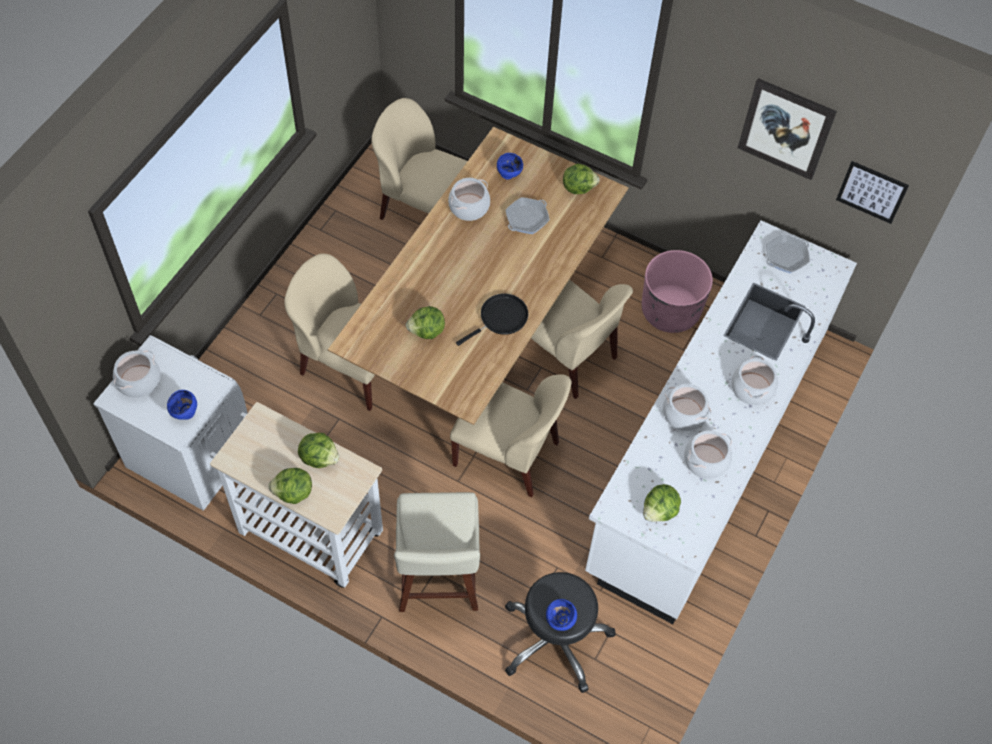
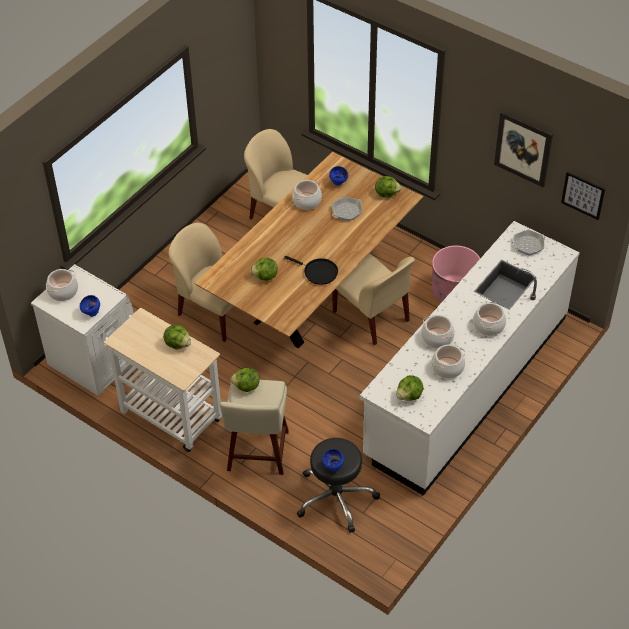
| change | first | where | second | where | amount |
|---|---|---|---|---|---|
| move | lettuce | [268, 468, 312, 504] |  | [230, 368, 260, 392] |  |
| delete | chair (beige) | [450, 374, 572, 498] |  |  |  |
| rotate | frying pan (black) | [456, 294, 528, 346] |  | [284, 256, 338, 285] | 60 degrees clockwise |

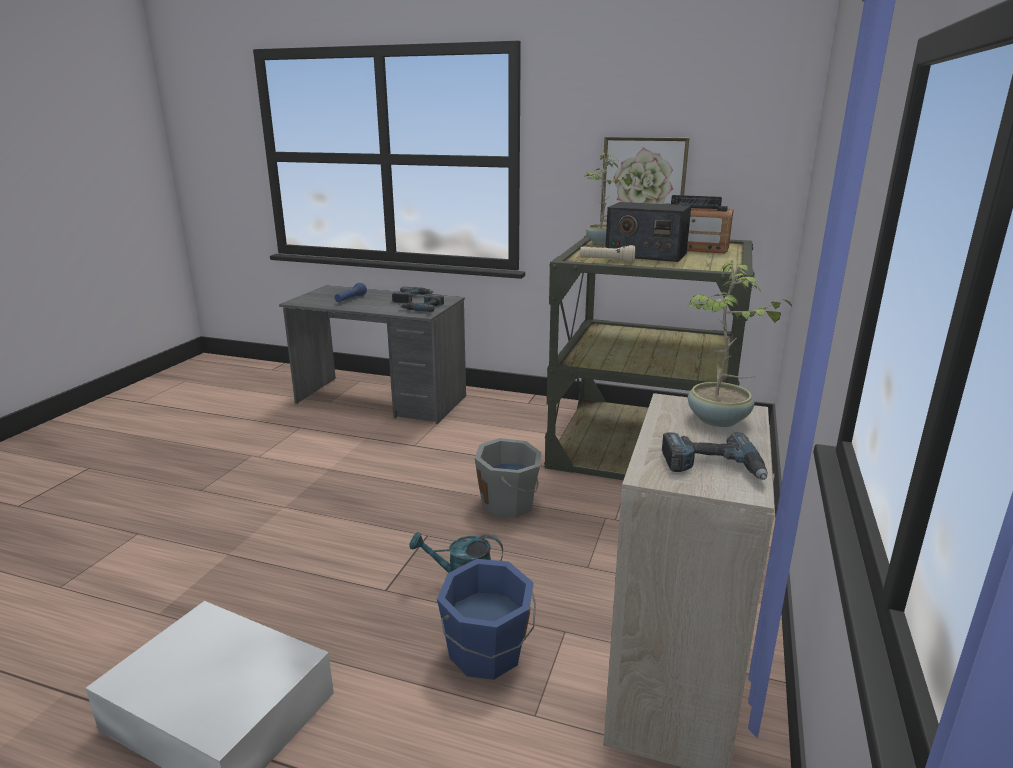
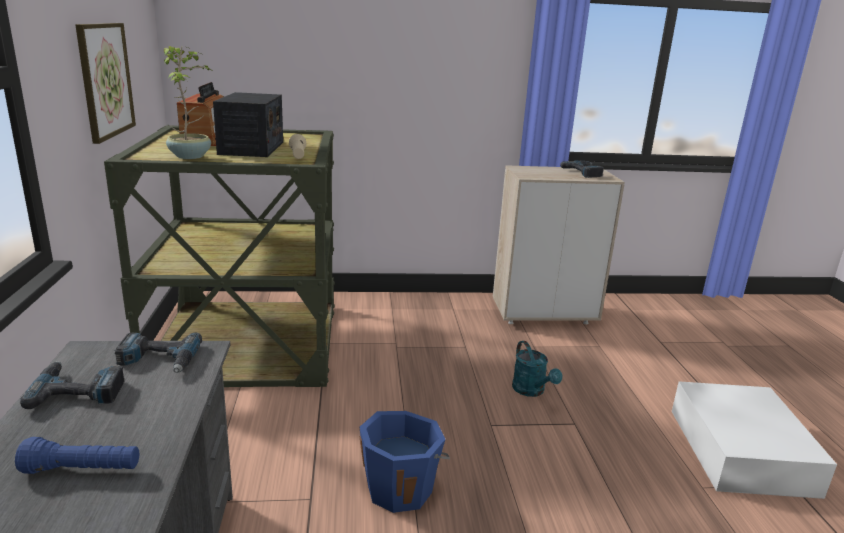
| change | first | where | second | where | amount |
|---|---|---|---|---|---|
| move | bucket (blue) | [437, 559, 536, 680] |  | [359, 411, 450, 513] |  |
| delete | bucket (grey) | [475, 438, 542, 518] |  |  |  |
| delete | potted plant | [688, 261, 792, 427] |  |  |  |

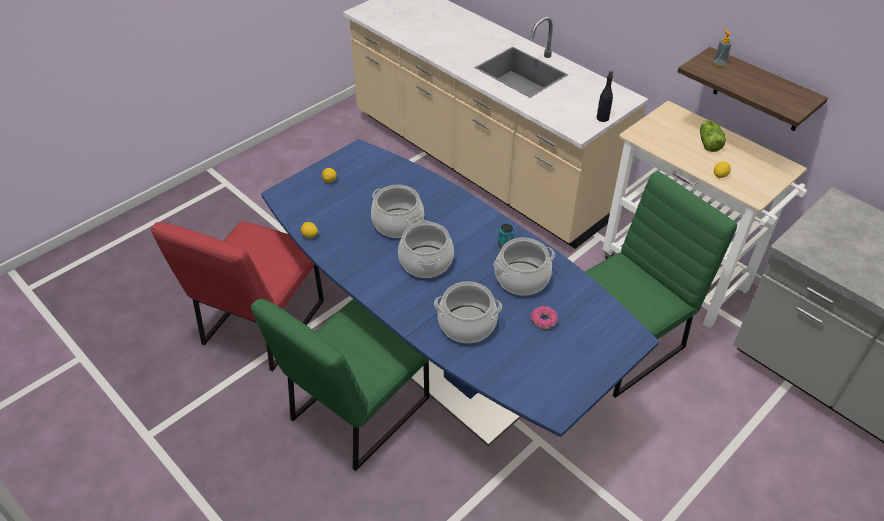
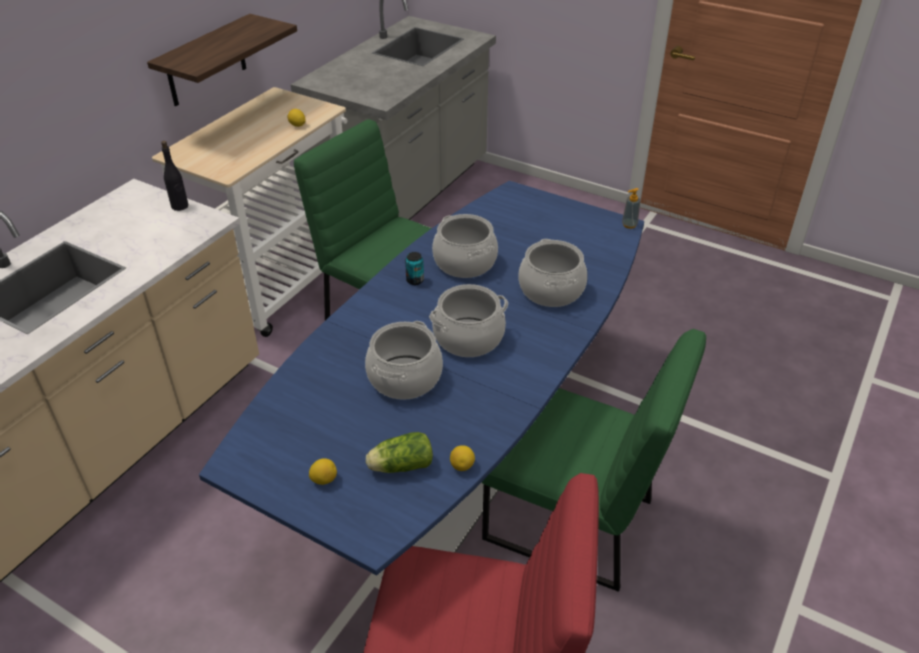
| change | first | where | second | where | amount |
|---|---|---|---|---|---|
| delete | donut | [531, 306, 558, 329] |  |  |  |
| move | lettuce | [700, 120, 726, 152] |  | [366, 432, 433, 473] |  |
| move | soap dispenser | [713, 29, 732, 68] |  | [622, 188, 640, 229] |  |

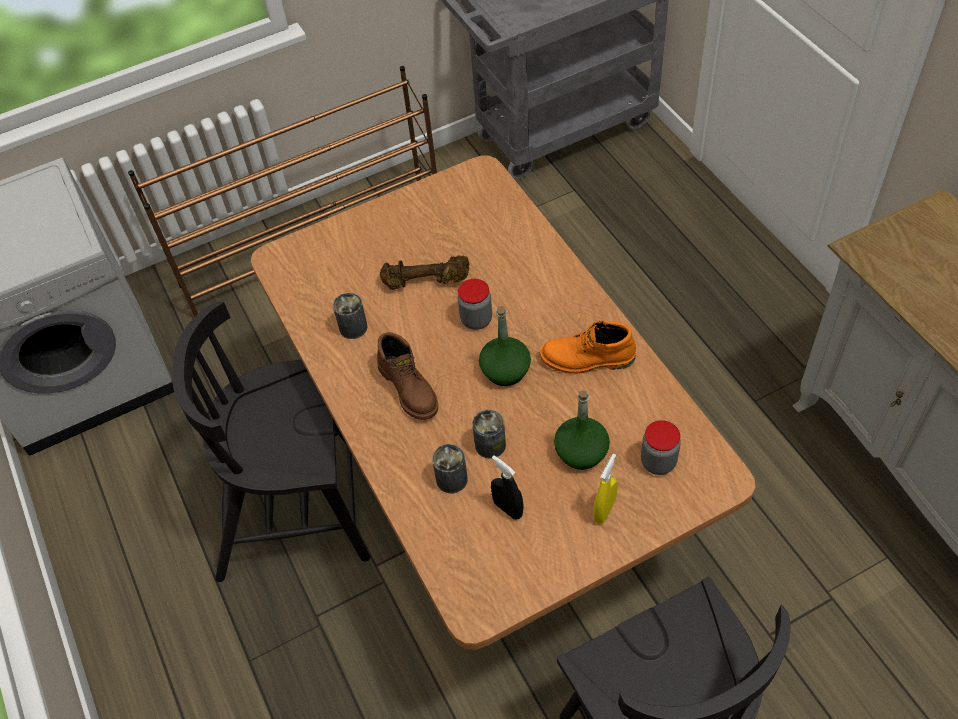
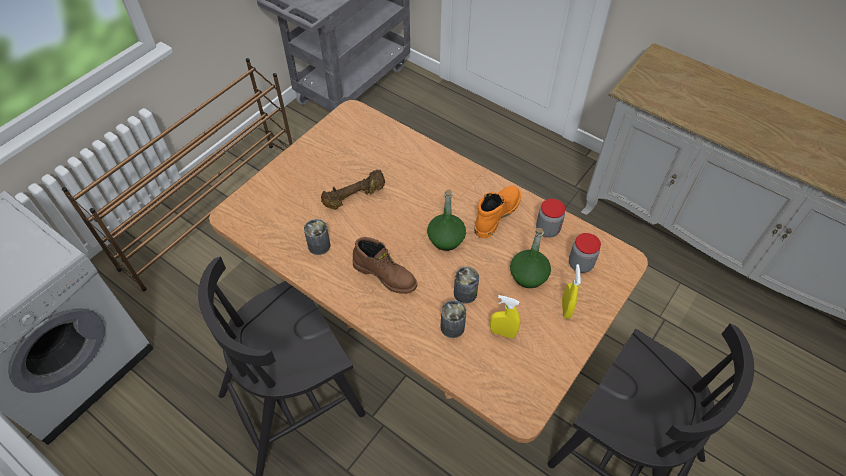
| change | first | where | second | where | amount |
|---|---|---|---|---|---|
| move | jar | [458, 279, 492, 330] |  | [536, 198, 566, 238] |  |
| recolor | spray bottle (black) | [491, 455, 524, 520] | spray bottle (yellow) | [490, 295, 521, 338] |  |
| rotate | boot (orange) | [539, 320, 636, 374] |  | [474, 186, 521, 238] | 150 degrees clockwise |

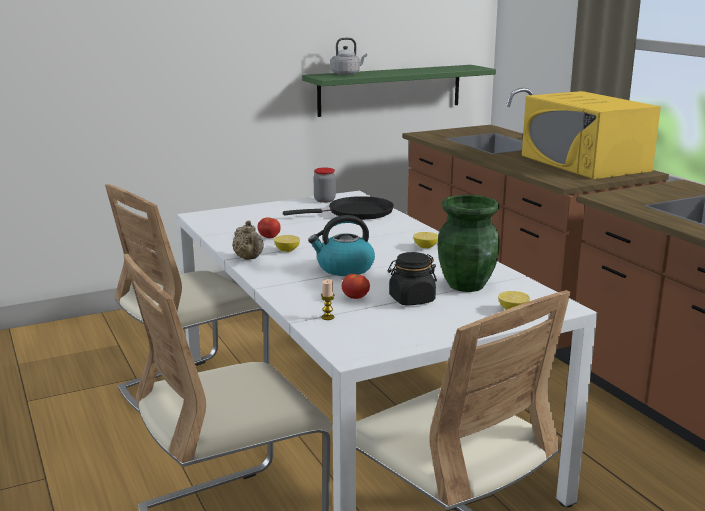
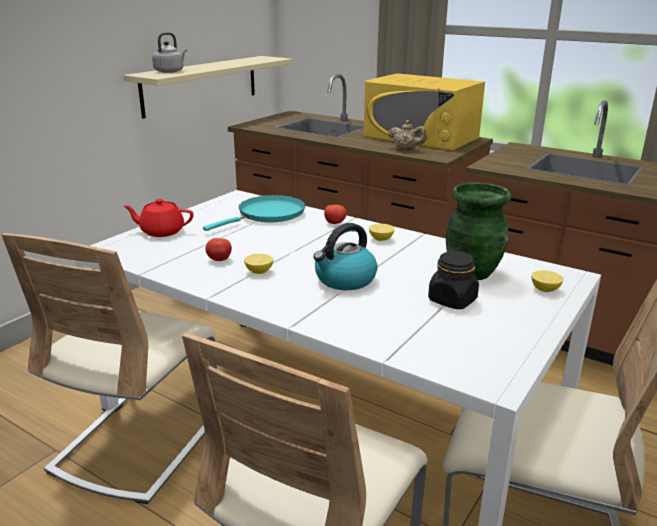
| change | first | where | second | where | amount |
|---|---|---|---|---|---|
| move | teapot (beige) | [232, 220, 264, 260] |  | [388, 120, 427, 150] |  |
| recolor | frying pan (black) | [283, 196, 394, 220] | frying pan (turquoise) | [203, 195, 305, 231] |  |
| recolor | shelf (green) | [302, 65, 496, 117] | shelf (beige) | [123, 56, 292, 119] |  |
| delete | jar | [314, 168, 336, 203] |  |  |  |
| delete | candle | [321, 279, 334, 320] |  |  |  |
| move | tomato | [342, 274, 370, 299] |  | [324, 205, 346, 224] |  |
| insert |  |  | teapot (red) | [123, 199, 194, 237] |  |

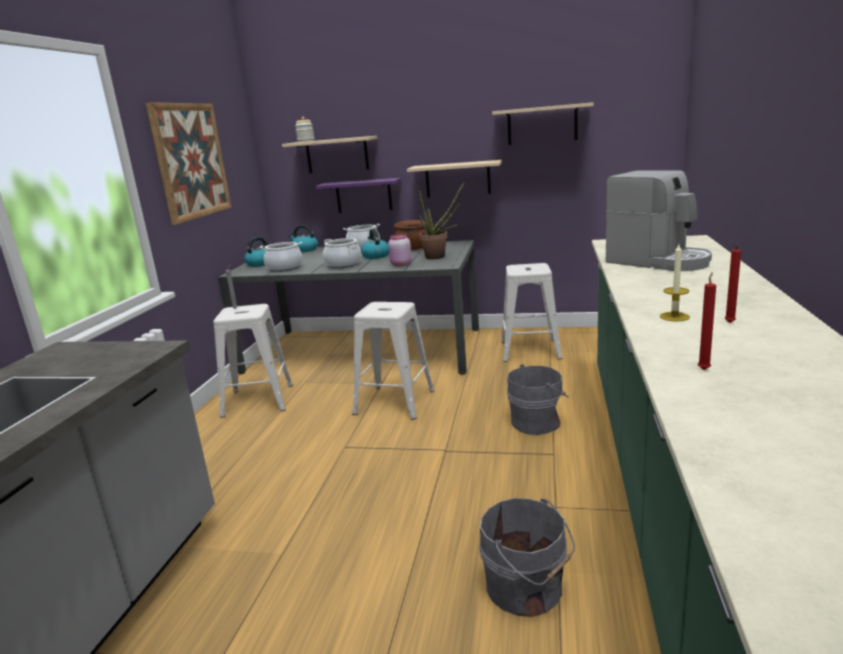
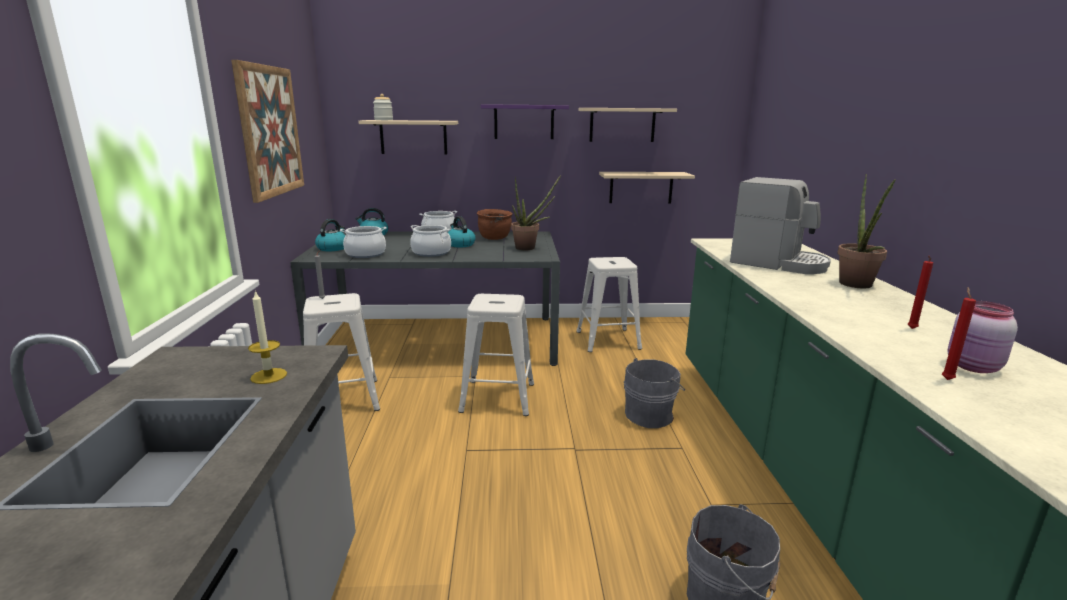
| change | first | where | second | where | amount |
|---|---|---|---|---|---|
| move | shelf (purple) | [316, 178, 401, 213] |  | [481, 104, 569, 139] |  |
| move | jar (pink) | [388, 234, 412, 267] |  | [948, 301, 1018, 373] |  |
| move | shelf (beige) | [407, 160, 502, 198] |  | [599, 172, 695, 203] |  |
| move | candle | [660, 244, 690, 321] |  | [248, 290, 287, 384] |  |
| insert |  |  | potted plant | [837, 174, 896, 288] |  |

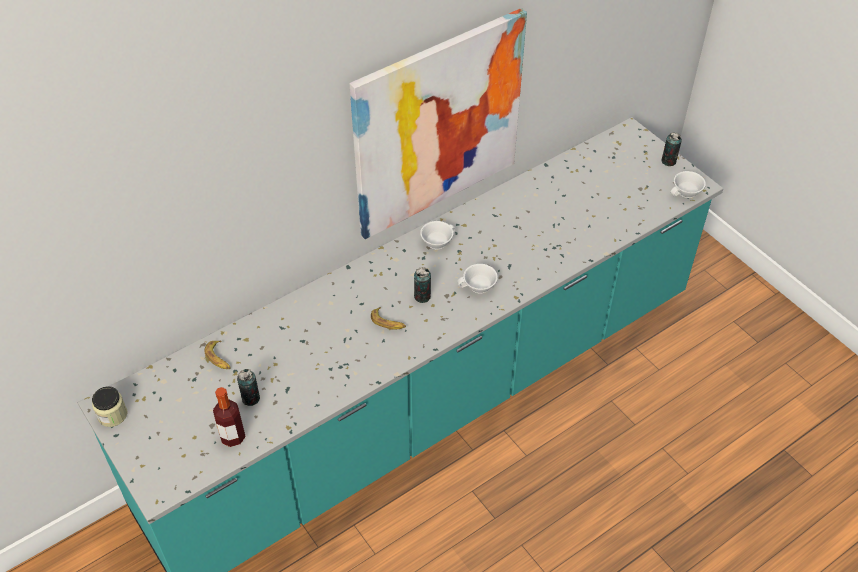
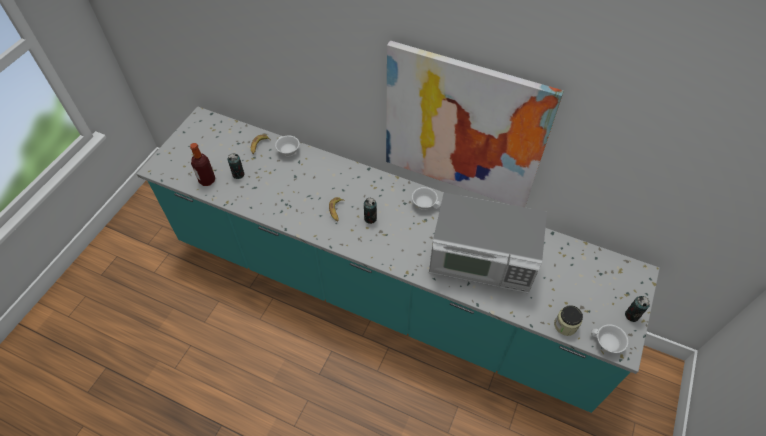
| change | first | where | second | where | amount |
|---|---|---|---|---|---|
| move | jar | [92, 386, 127, 427] |  | [554, 305, 583, 336] |  |
| move | cup (white) | [457, 264, 498, 294] |  | [275, 135, 300, 157] |  |
| insert |  |  | microwave | [429, 193, 547, 294] |  |

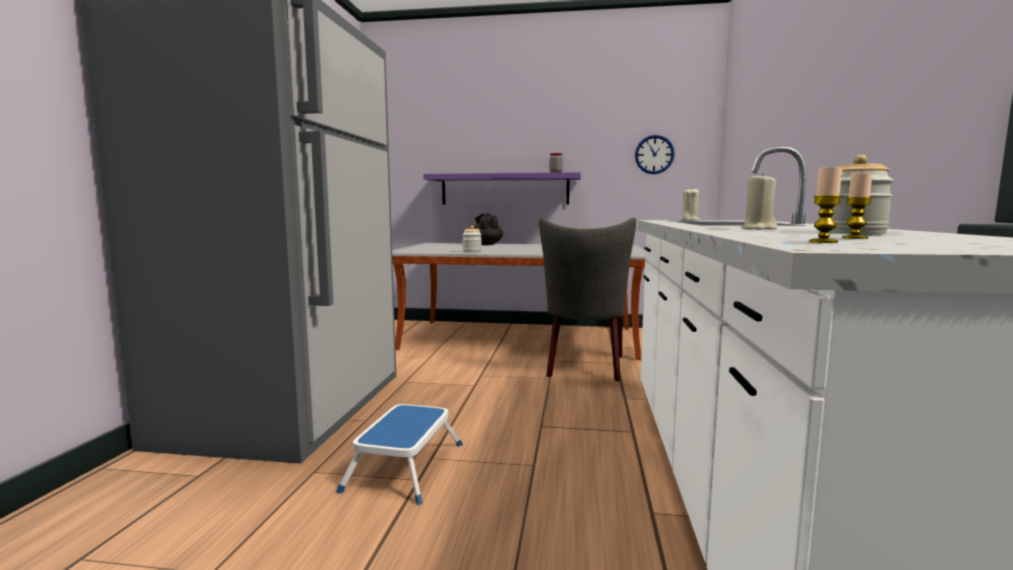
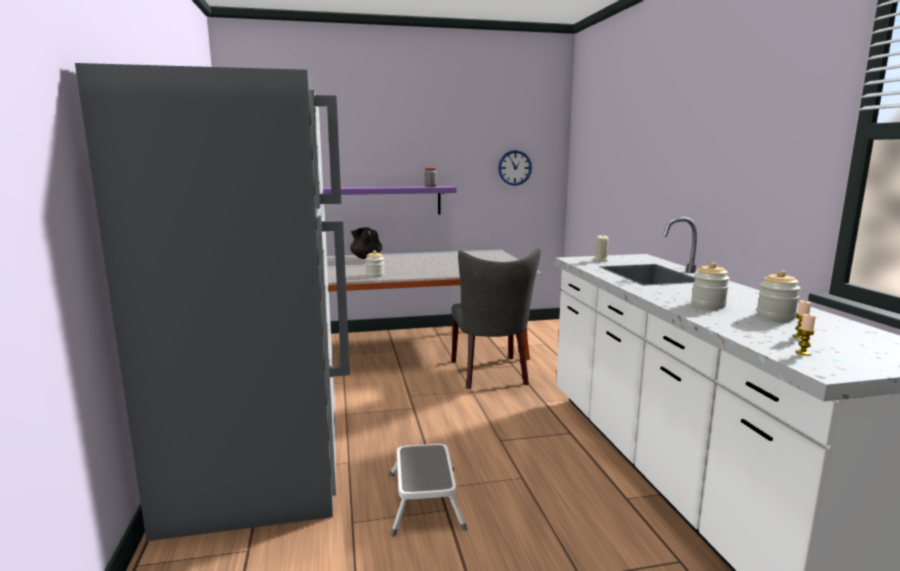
| change | first | where | second | where | amount |
|---|---|---|---|---|---|
| recolor | step ladder (blue) | [336, 404, 463, 505] | step ladder (grey) | [389, 444, 468, 537] |  |
| replace | candle (beige) | [742, 173, 778, 230] | jar | [691, 262, 730, 309] |  |

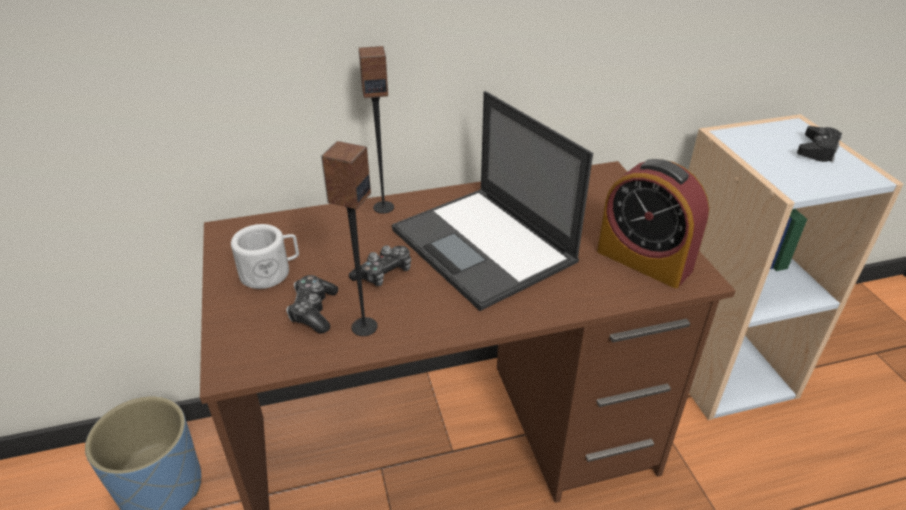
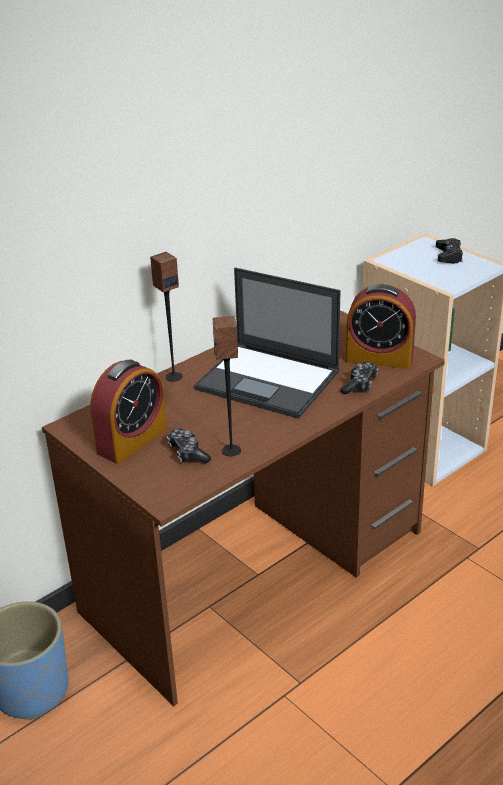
| change | first | where | second | where | amount |
|---|---|---|---|---|---|
| replace | mug (white) | [231, 224, 299, 289] | alarm clock | [90, 360, 167, 464] |  |
| move | game controller | [349, 245, 411, 286] |  | [341, 362, 378, 394] |  |

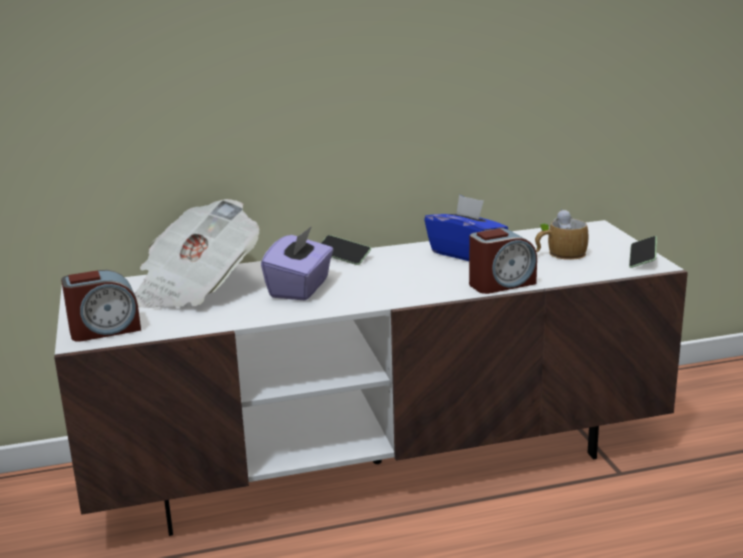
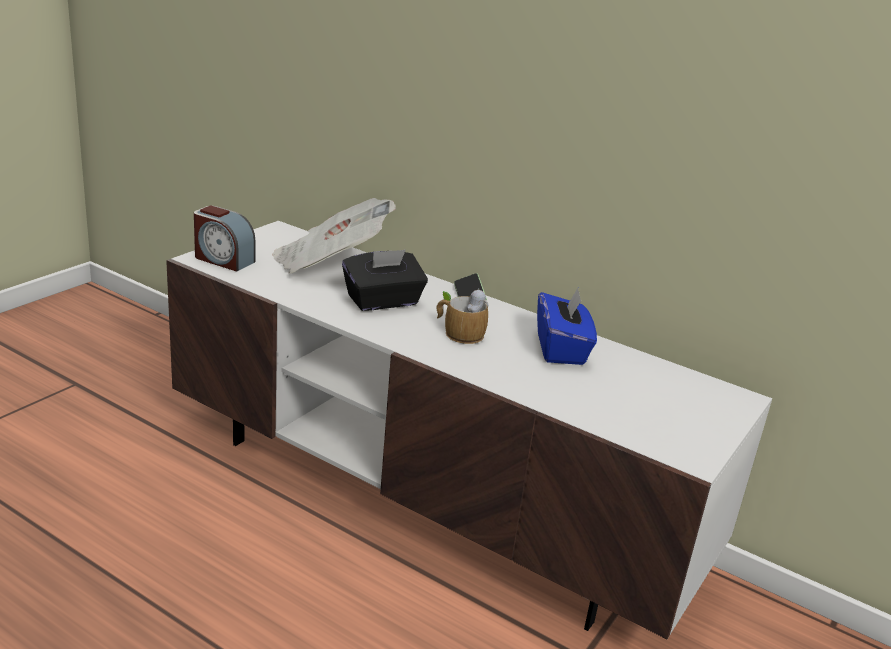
| change | first | where | second | where | amount |
|---|---|---|---|---|---|
| recolor | tissue box (purple) | [261, 226, 333, 300] | tissue box (black) | [342, 250, 428, 311] |  |
| delete | alarm clock | [469, 228, 537, 294] |  |  |  |
| move | mug | [535, 209, 588, 260] |  | [436, 288, 488, 344] |  |
| delete | phone | [629, 236, 657, 268] |  |  |  |

